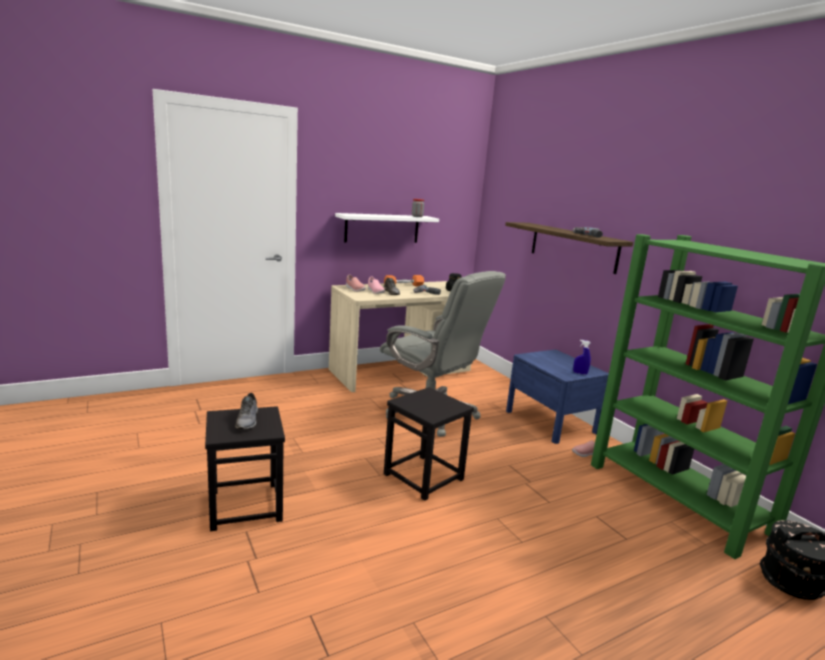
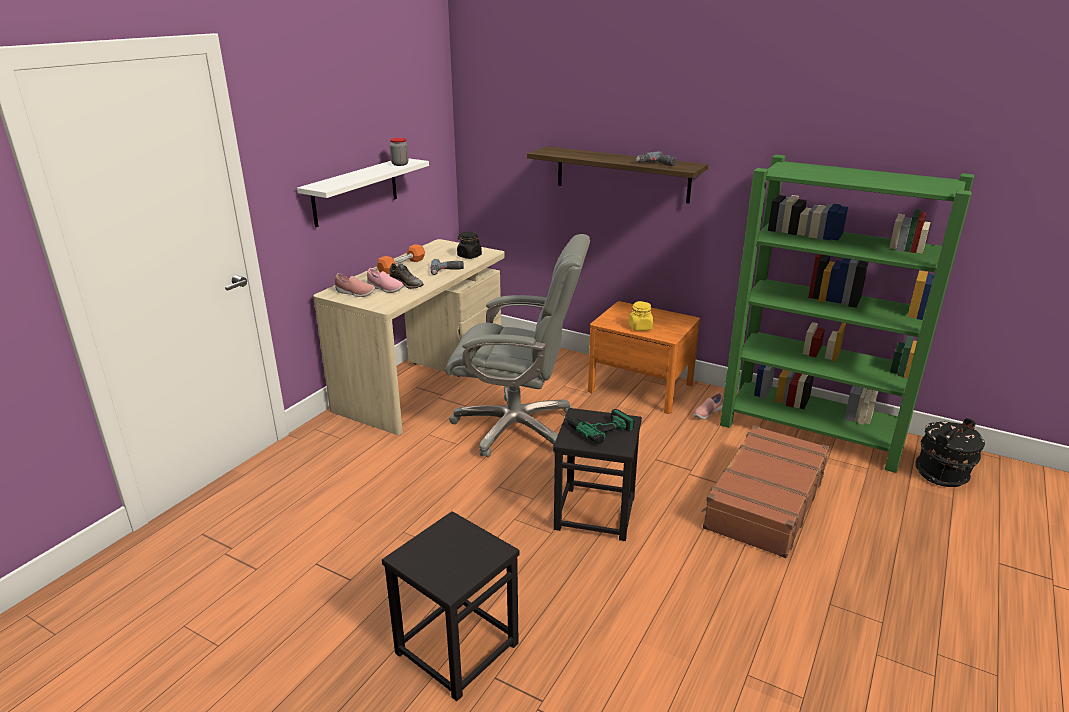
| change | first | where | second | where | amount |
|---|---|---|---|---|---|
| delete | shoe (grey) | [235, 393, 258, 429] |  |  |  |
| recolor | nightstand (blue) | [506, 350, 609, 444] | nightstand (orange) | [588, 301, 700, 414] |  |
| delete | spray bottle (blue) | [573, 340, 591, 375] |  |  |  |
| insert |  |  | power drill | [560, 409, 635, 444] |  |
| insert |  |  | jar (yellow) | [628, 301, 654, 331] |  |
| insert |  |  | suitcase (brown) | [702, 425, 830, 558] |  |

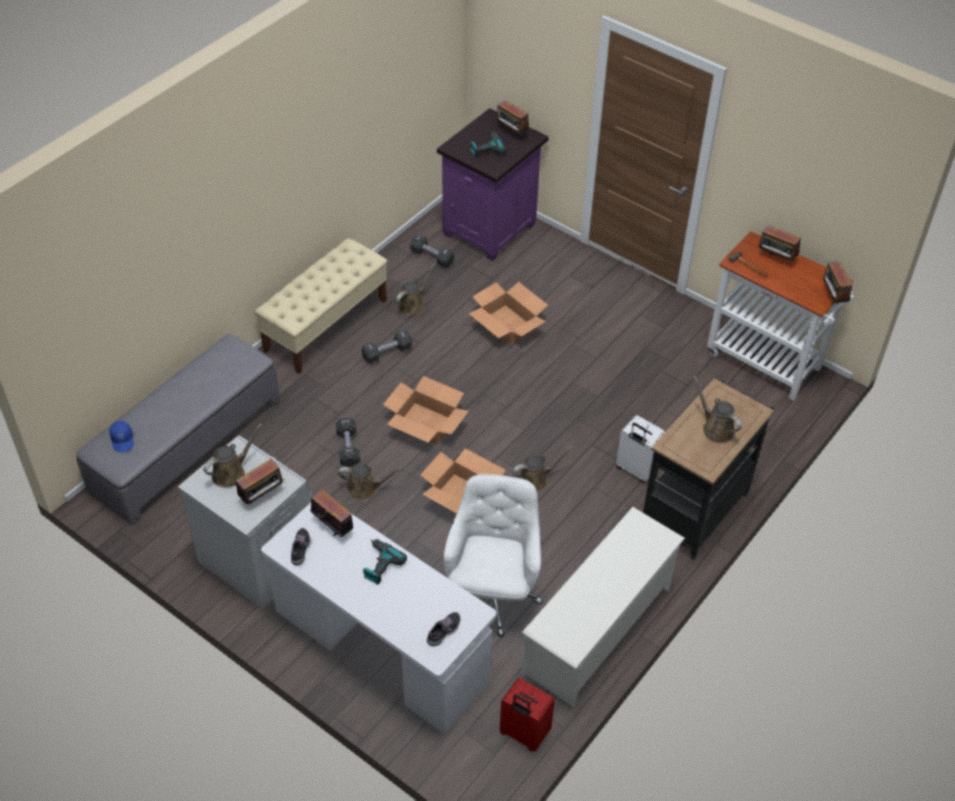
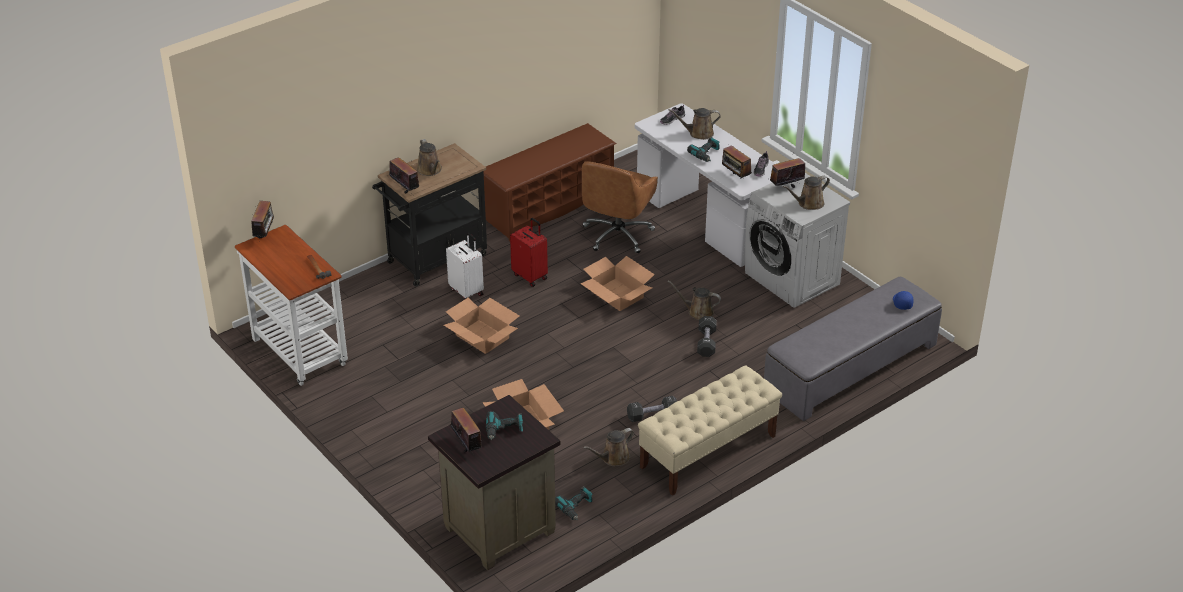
| change | first | where | second | where | amount |
|---|---|---|---|---|---|
| move | cardboard box | [383, 376, 469, 444] |  | [444, 298, 519, 354] |  |
| replace | dumbbell (black) | [410, 234, 454, 268] | power drill | [555, 486, 592, 520] |  |
| recolor | cabinet (purple) | [437, 108, 549, 261] | cabinet (beige) | [428, 395, 561, 570] |  |
| recolor | office chair (white) | [444, 474, 542, 637] | office chair (brown) | [582, 161, 658, 253] |  |
| move | suitcase (red) | [500, 678, 555, 752] |  | [510, 218, 548, 287] |  |
| move | watering can (brown) | [512, 446, 573, 492] |  | [669, 108, 721, 140] |  |
| recolor | shoe rack (white) | [521, 507, 685, 707] | shoe rack (brown) | [483, 123, 617, 241] |  |
| move | radio | [759, 225, 801, 261] |  | [389, 158, 419, 195] |  |

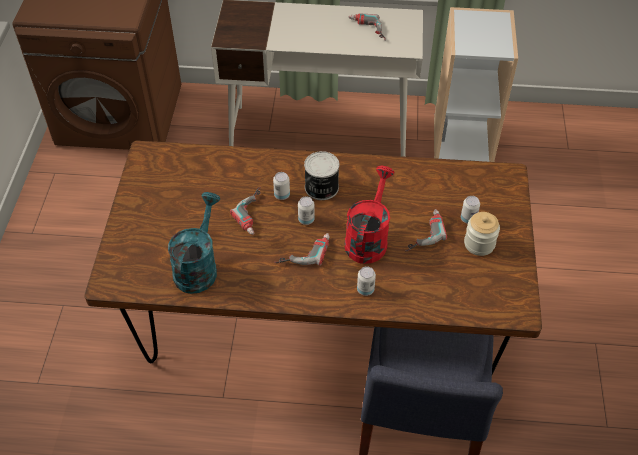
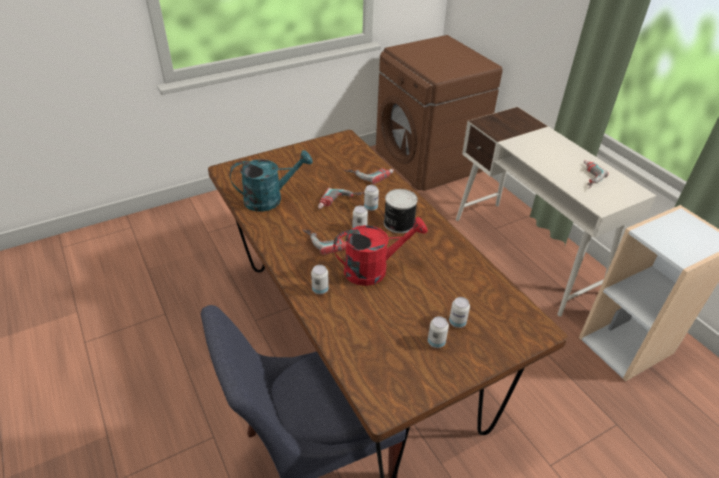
| change | first | where | second | where | amount |
|---|---|---|---|---|---|
| move | power drill | [405, 209, 447, 252] |  | [344, 168, 394, 184] |  |
| replace | jar | [464, 212, 500, 256] | can | [428, 316, 449, 348] |  |

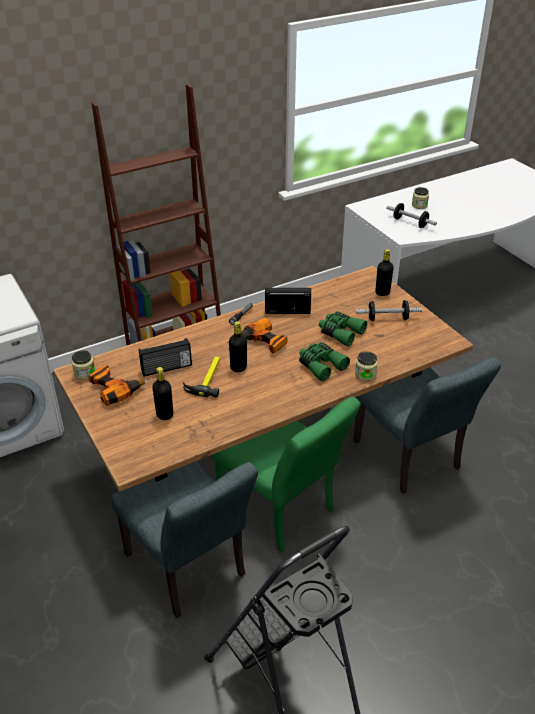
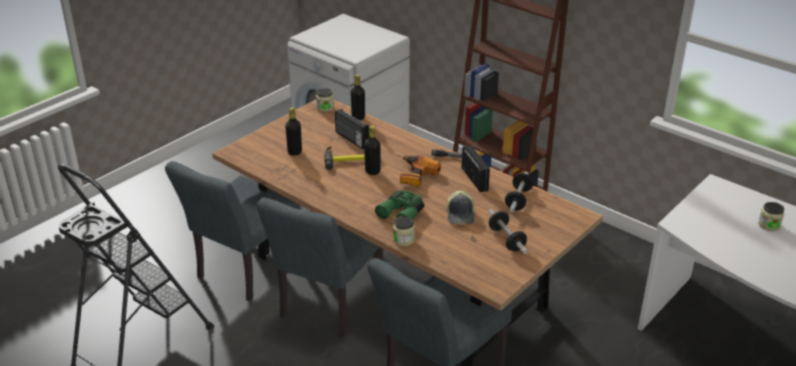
| change | first | where | second | where | amount |
|---|---|---|---|---|---|
| delete | power drill | [88, 365, 153, 406] |  |  |  |
| recolor | chair (green) | [212, 396, 361, 552] | chair (grey) | [257, 198, 383, 338] |  |
| replace | binoculars (green) | [319, 311, 367, 347] | cap | [447, 191, 475, 224] |  |
| move | bottle (black) | [375, 249, 394, 296] |  | [350, 74, 365, 120] |  |
| move | dumbbell | [386, 203, 437, 228] |  | [505, 172, 533, 212] |  |

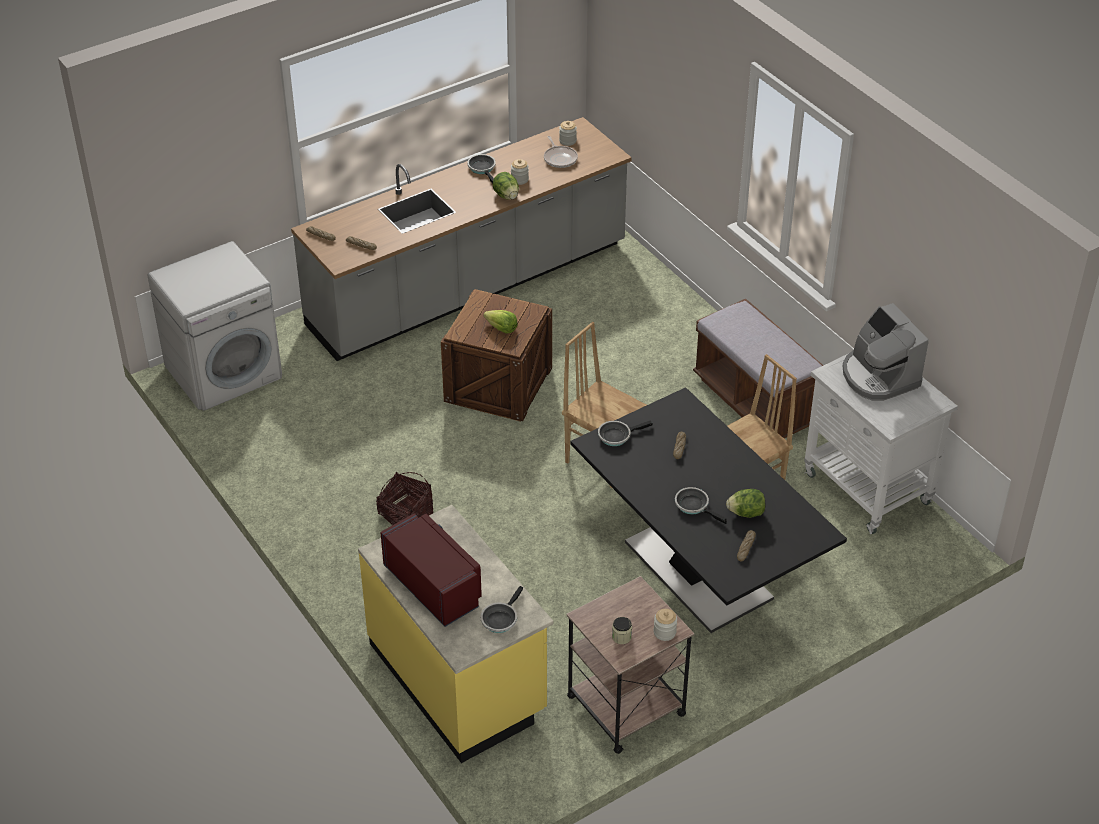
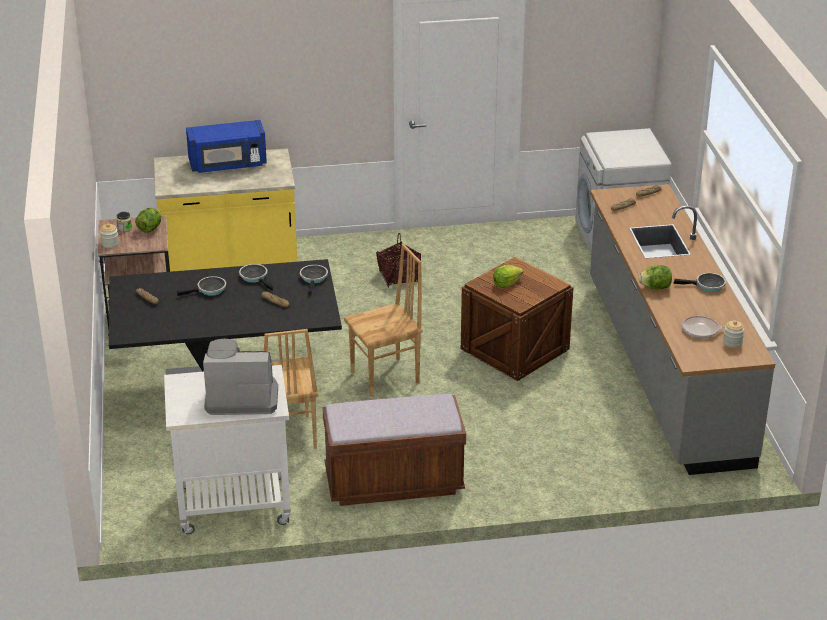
| change | first | where | second | where | amount |
|---|---|---|---|---|---|
| recolor | microwave (red) | [380, 514, 482, 627] | microwave (blue) | [186, 120, 267, 173] |  |
| move | frying pan | [481, 586, 523, 633] |  | [239, 264, 273, 291] |  |
| delete | jar | [511, 159, 529, 185] |  |  |  |
| move | lettuce | [726, 489, 765, 518] |  | [135, 208, 161, 233] |  |

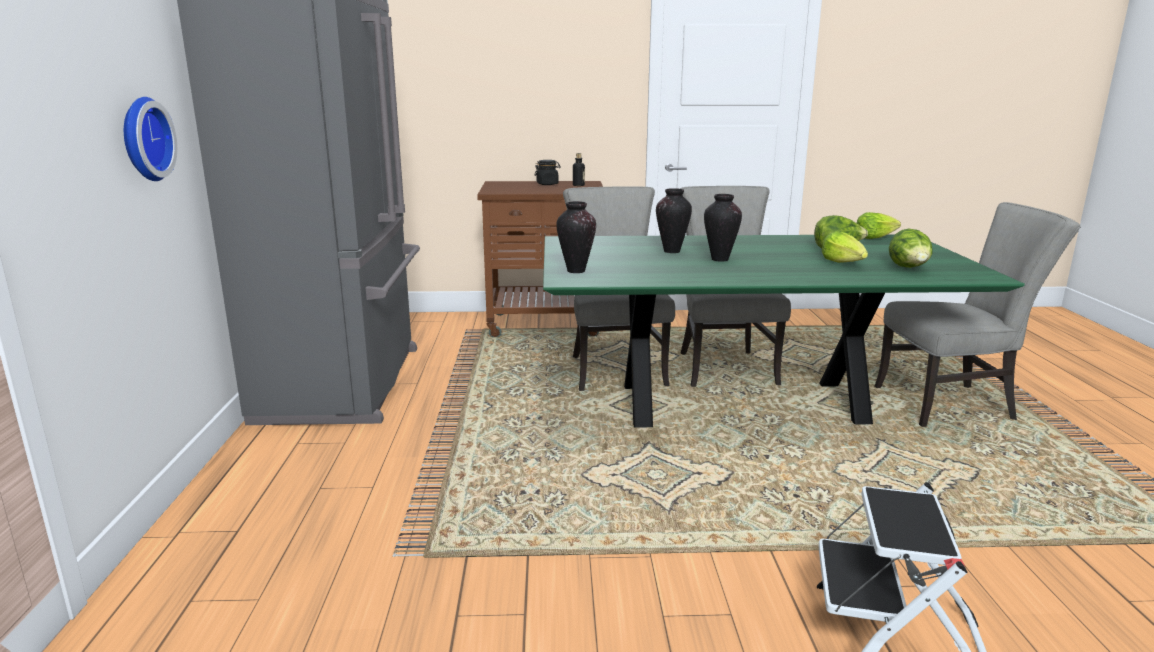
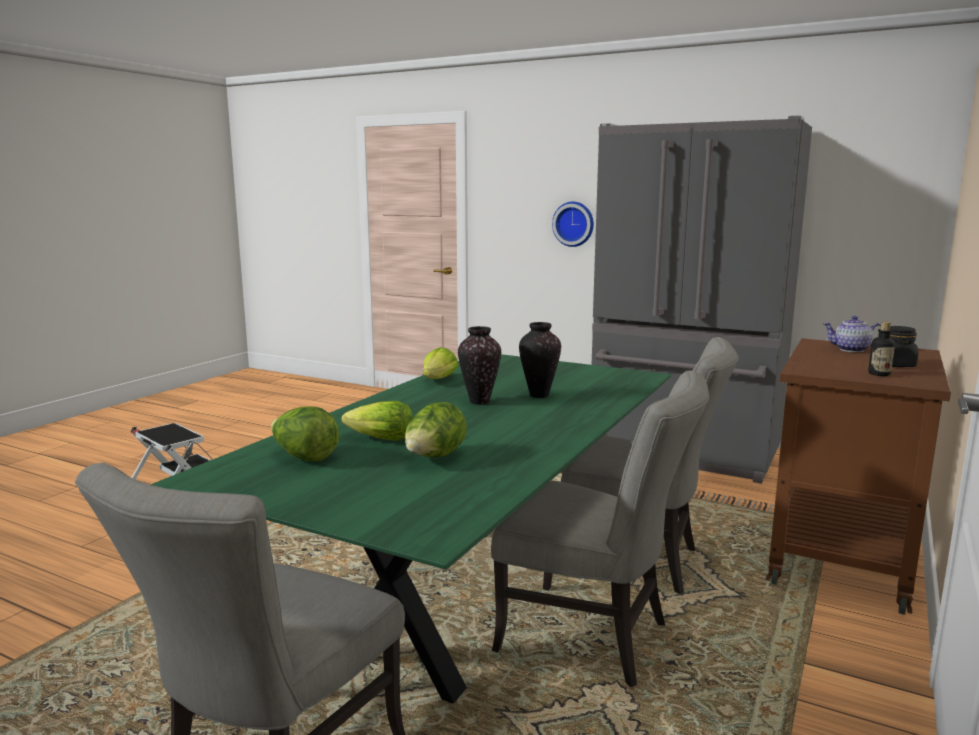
| change | first | where | second | where | amount |
|---|---|---|---|---|---|
| delete | vase | [556, 201, 596, 273] |  |  |  |
| move | lettuce | [857, 212, 901, 239] |  | [423, 347, 459, 379] |  |
| insert |  |  | teapot | [823, 316, 881, 352] |  |

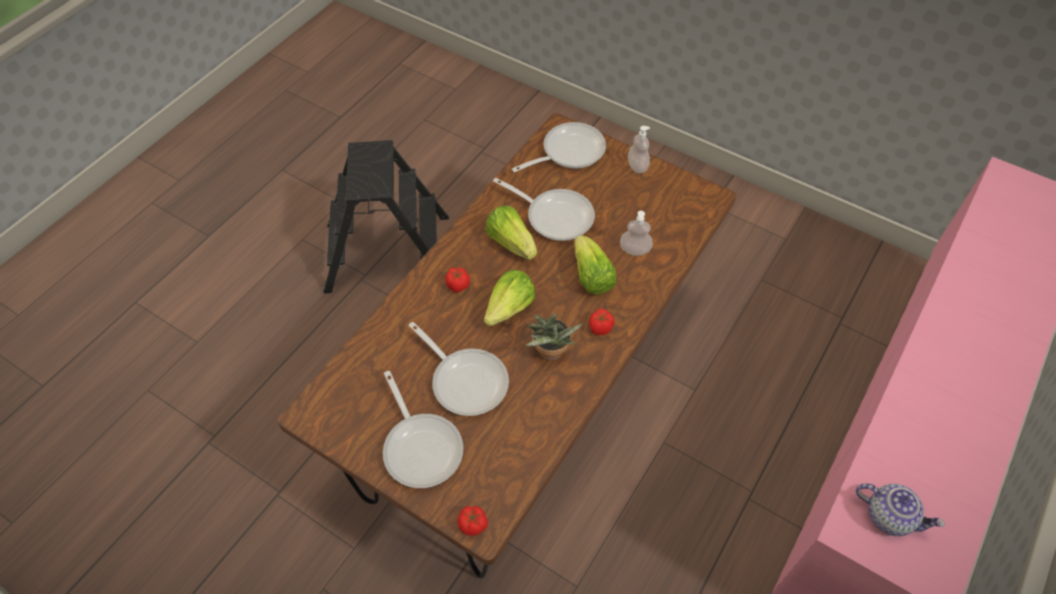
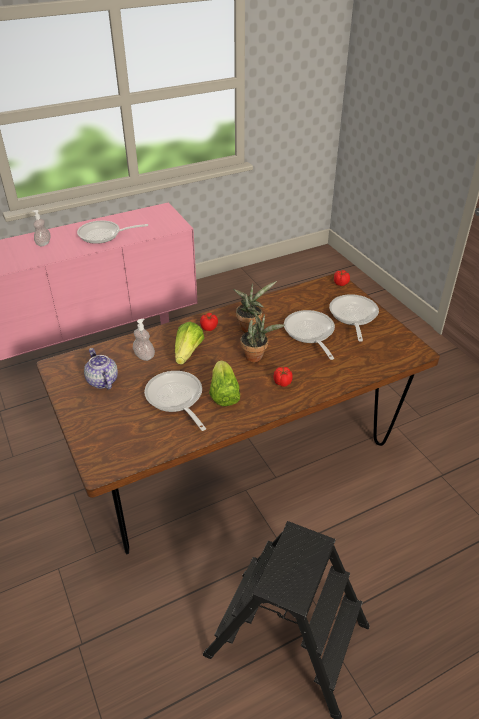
| change | first | where | second | where | amount |
|---|---|---|---|---|---|
| replace | lettuce | [483, 270, 535, 326] | potted plant | [240, 311, 285, 362] |  |
| move | frying pan | [512, 122, 606, 172] |  | [77, 221, 148, 244] |  |
| move | soap dispenser | [628, 126, 650, 173] |  | [32, 210, 50, 246] |  |
| move | teapot | [856, 484, 945, 536] |  | [84, 348, 118, 390] |  |

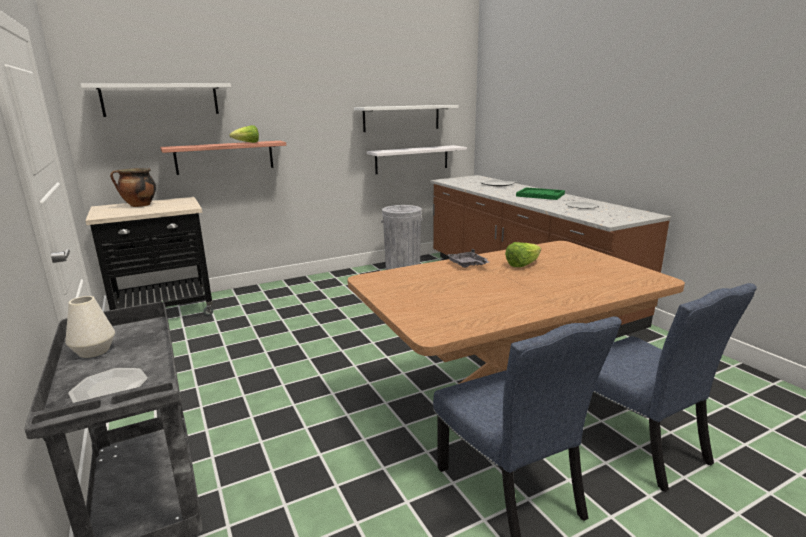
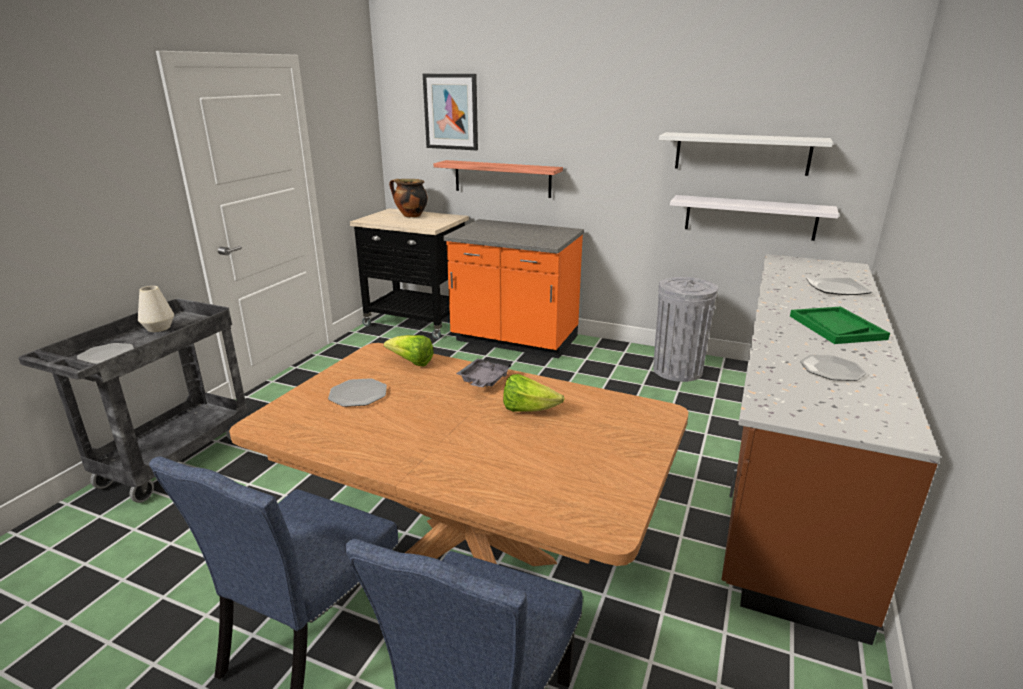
| change | first | where | second | where | amount |
|---|---|---|---|---|---|
| replace | shelf (white) | [81, 83, 231, 117] | picture | [423, 74, 478, 150] |  |
| move | lettuce | [229, 125, 259, 143] |  | [384, 335, 434, 367] |  |
| insert |  |  | plate | [328, 378, 387, 407] |  |
| insert |  |  | counter (orange) | [443, 219, 584, 358] |  |

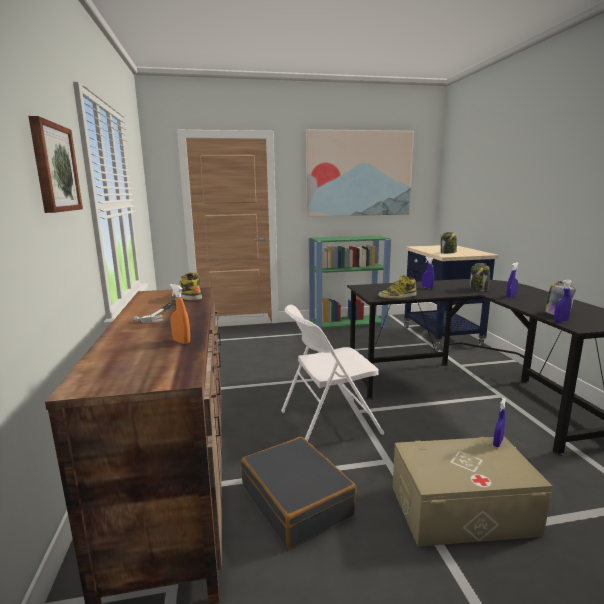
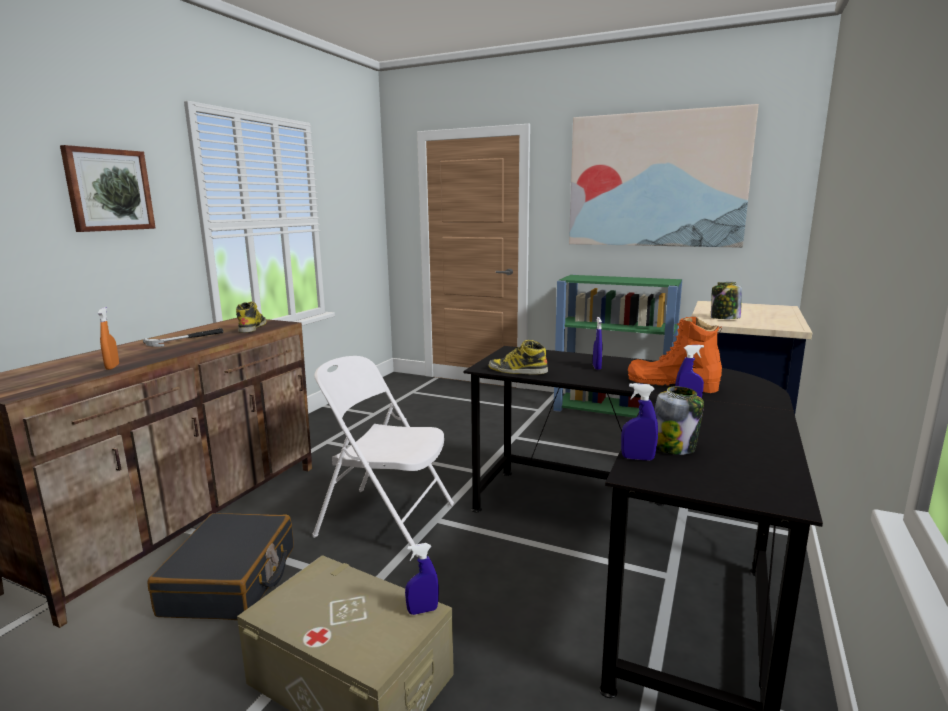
| change | first | where | second | where | amount |
|---|---|---|---|---|---|
| replace | jar | [470, 263, 490, 291] | boot (orange) | [628, 317, 722, 393] |  |

